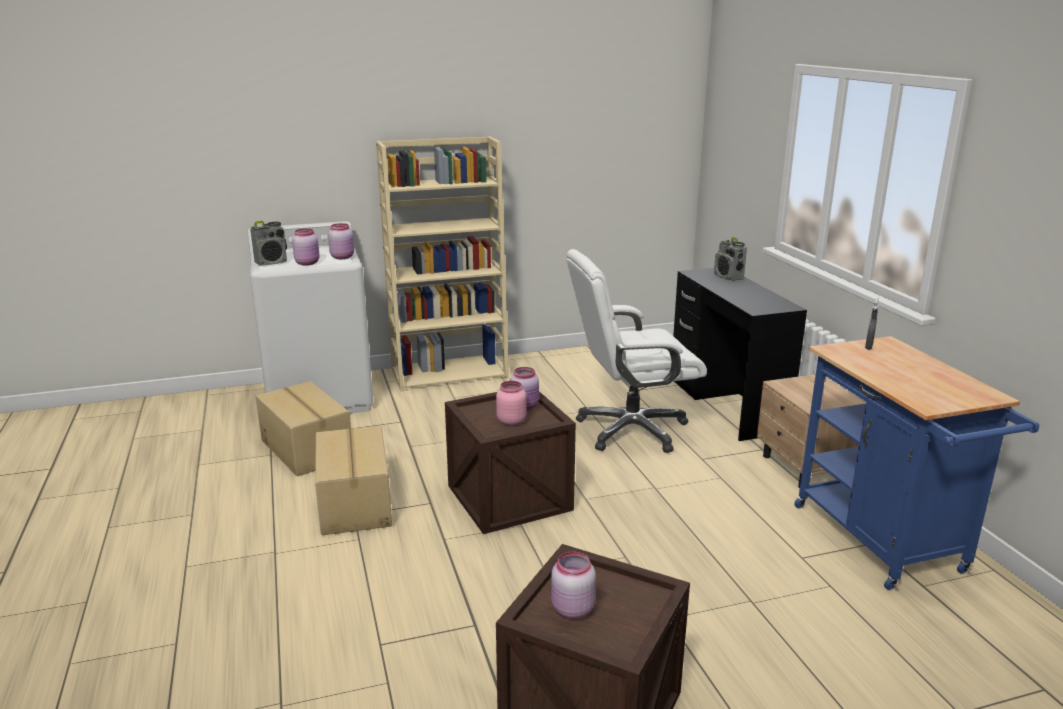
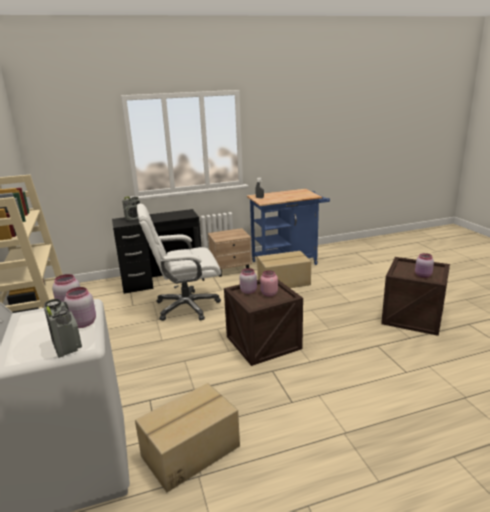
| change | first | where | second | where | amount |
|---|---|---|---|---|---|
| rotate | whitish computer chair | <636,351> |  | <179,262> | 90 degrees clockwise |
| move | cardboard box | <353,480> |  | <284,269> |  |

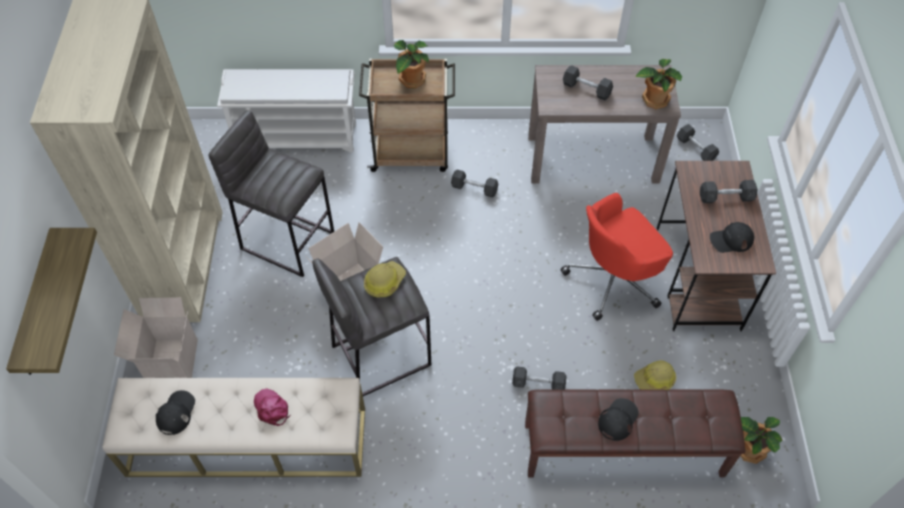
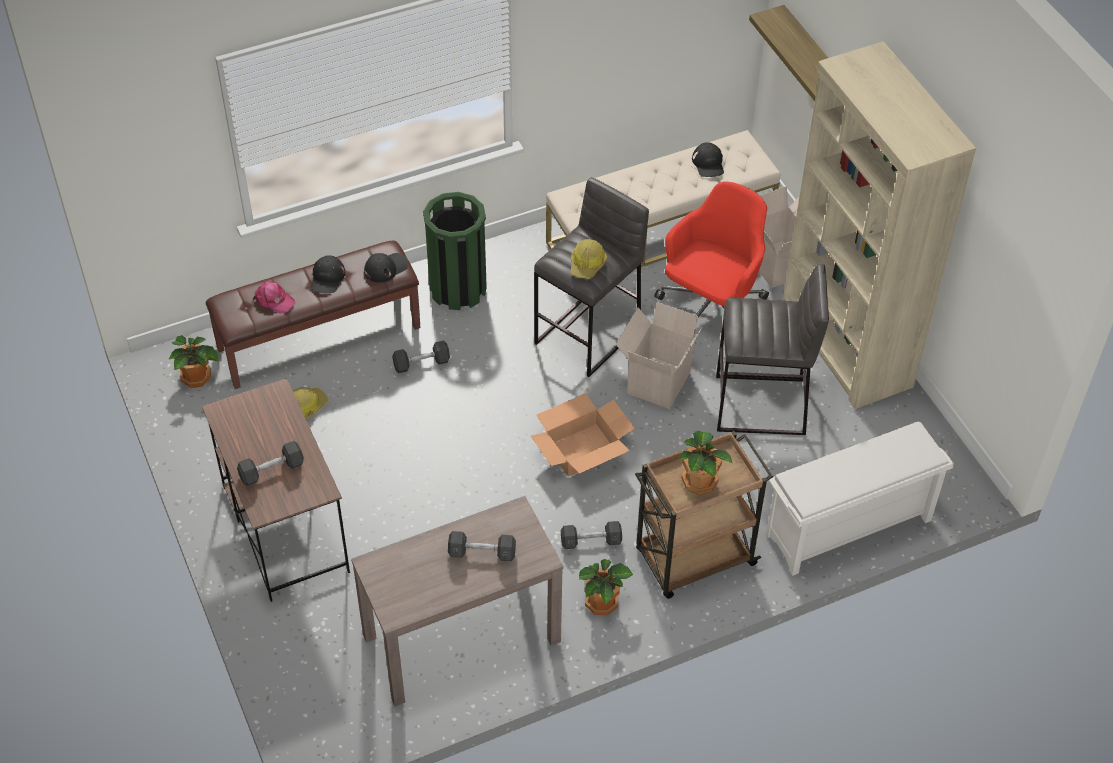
| change | first | where | second | where | amount |
|---|---|---|---|---|---|
| move | pink-coloured cap | <272,407> |  | <274,297> |  |
| move | blackish cap | <732,237> |  | <386,268> |  |
| insert |  |  | green-coloured rubbish bin | <455,251> |  |
| insert |  |  | cardboard box | <583,435> |  |
| move | houseplant | <658,84> |  | <606,587> |  |
| move | red-coloured computer chair | <616,257> |  | <711,257> |  |
| delete | grey free weight | <698,142> |  |  |  |

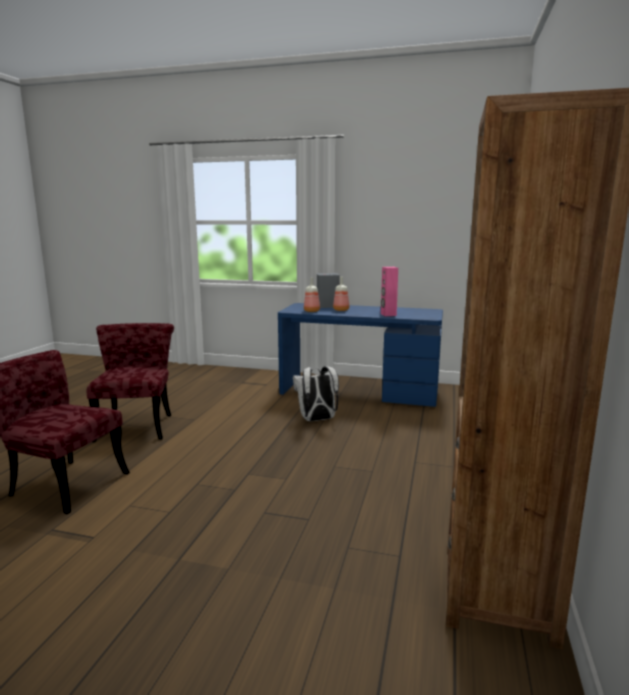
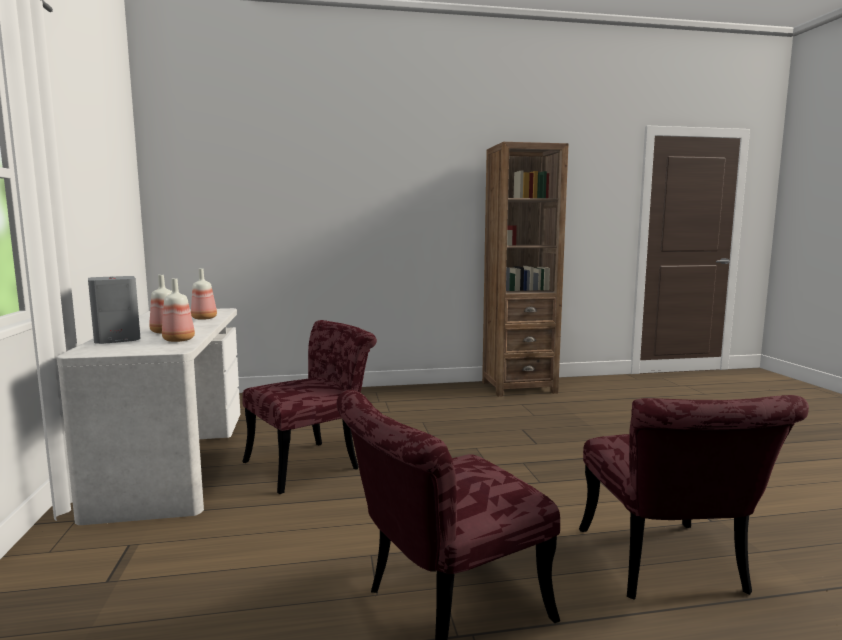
| change | first | where | second | where | amount |
|---|---|---|---|---|---|
| recolor | bluish desk table | <360,355> | whitish desk table | <148,416> |  |
| replace | pink-coloured speaker | <389,291> | bottle | <204,294> |  |
| replace | whitish backpack | <316,393> | red-coloured chair | <309,407> |  |

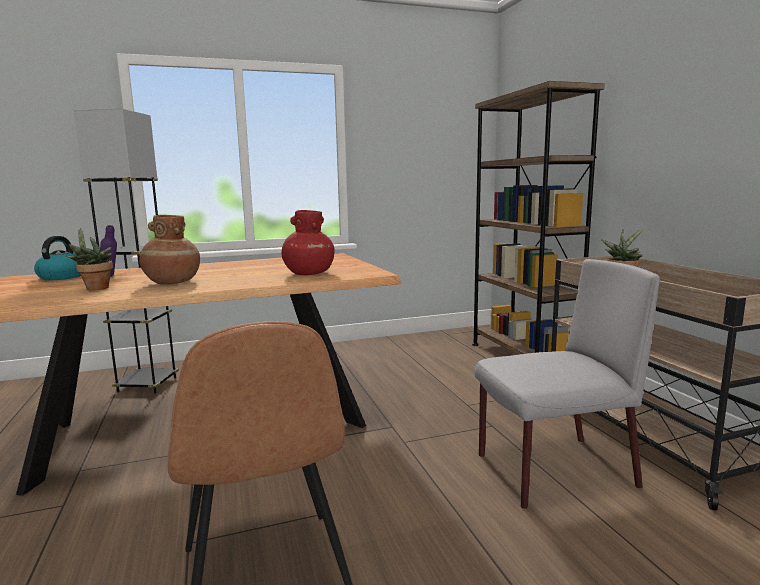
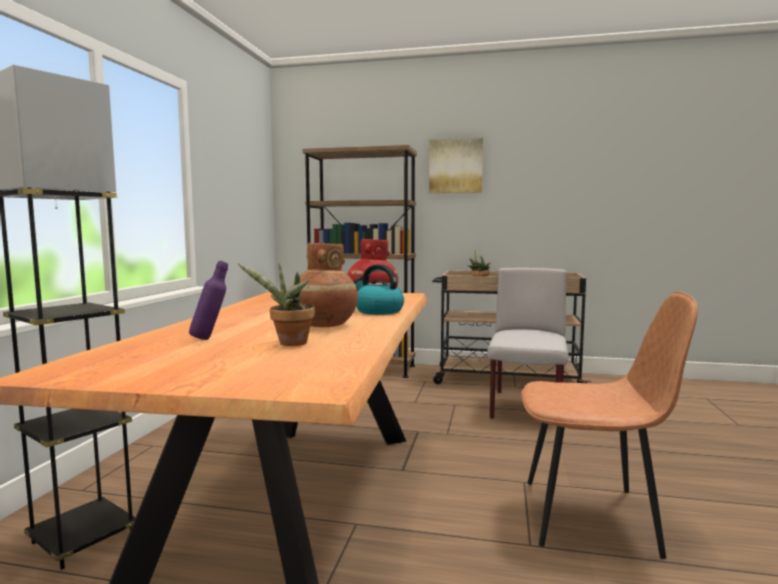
| change | first | where | second | where | amount |
|---|---|---|---|---|---|
| move | kettle | <57,258> |  | <379,289> |  |
| insert |  |  | wall art | <456,165> |  |

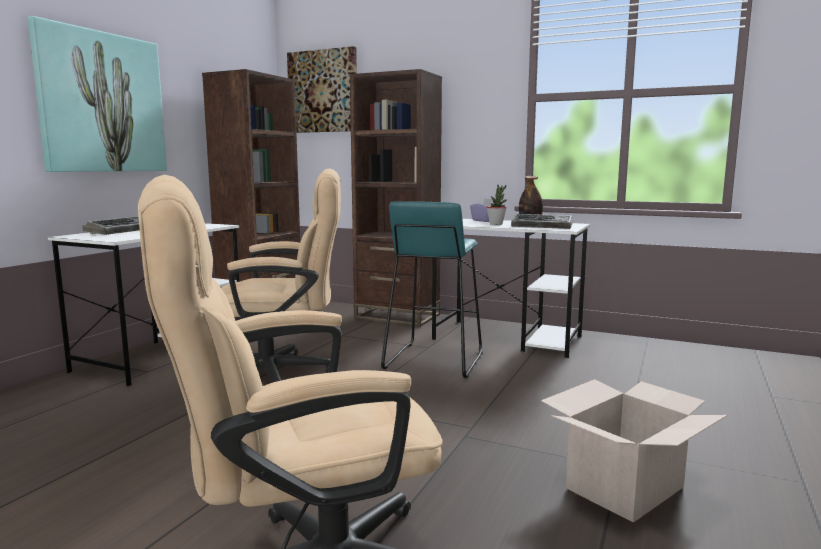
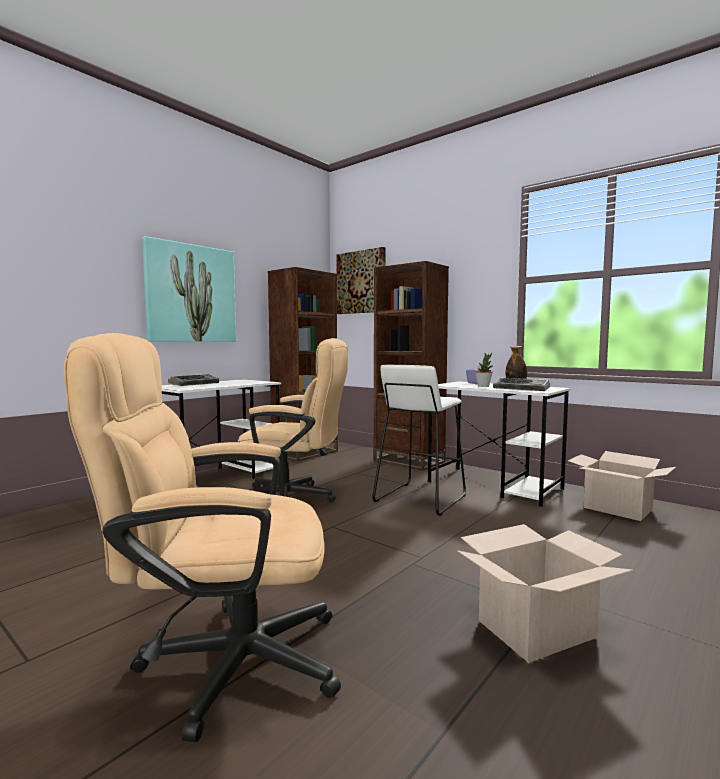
| change | first | where | second | where | amount |
|---|---|---|---|---|---|
| recolor | blue-green stool seat | <431,289> | whitish stool seat | <419,440> |  |
| insert |  |  | cardboard box | <622,486> |  |

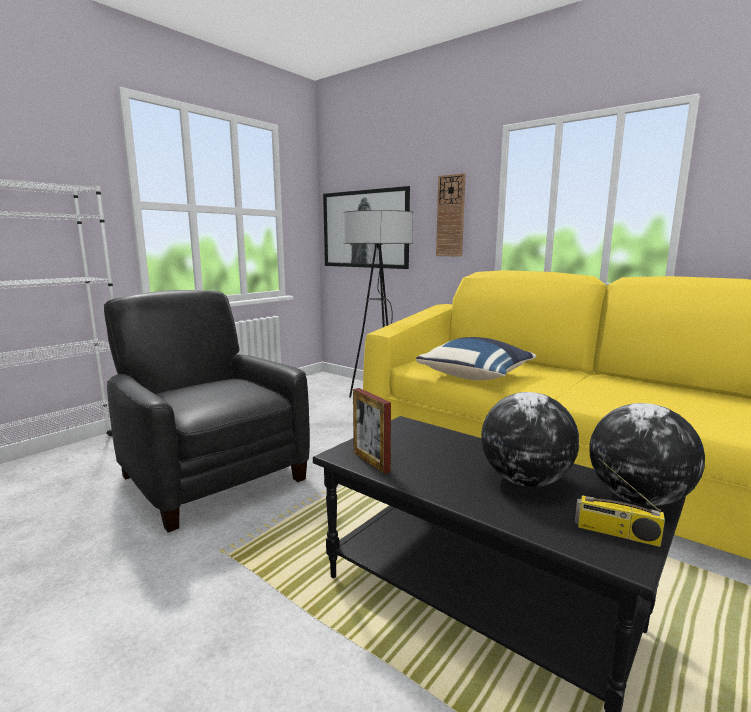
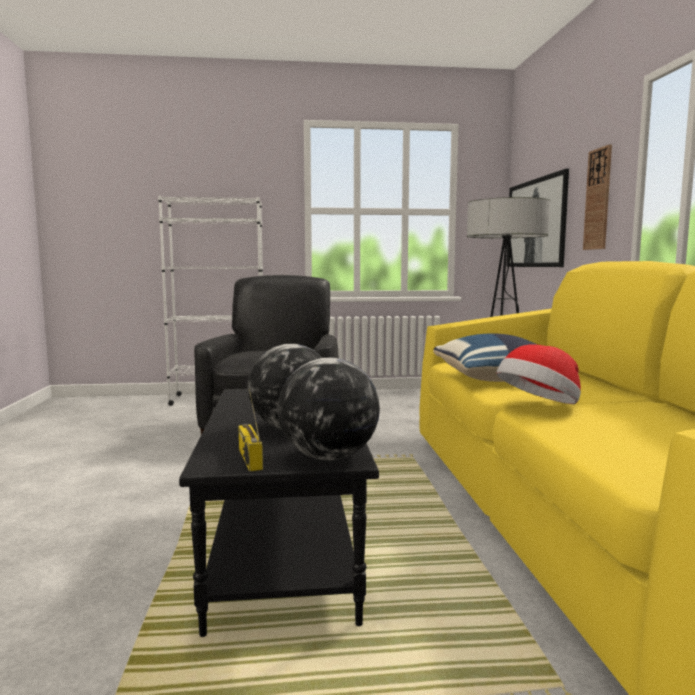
| change | first | where | second | where | amount |
|---|---|---|---|---|---|
| insert |  |  | clothing hat | <539,374> |  |
| delete | photo frame | <372,431> |  |  |  |

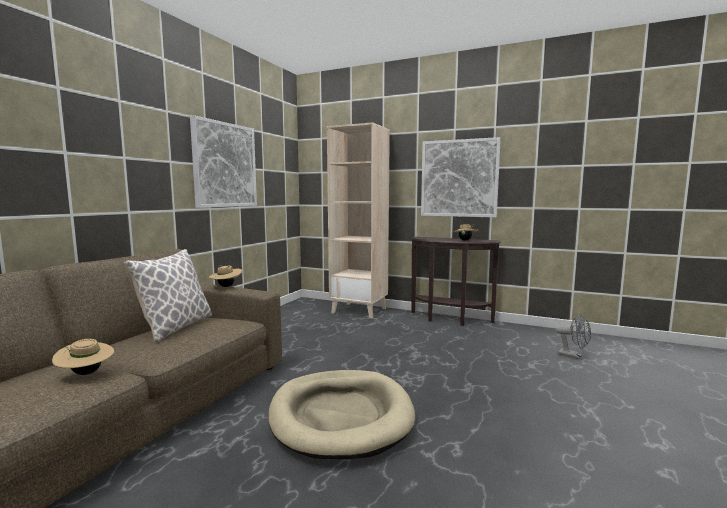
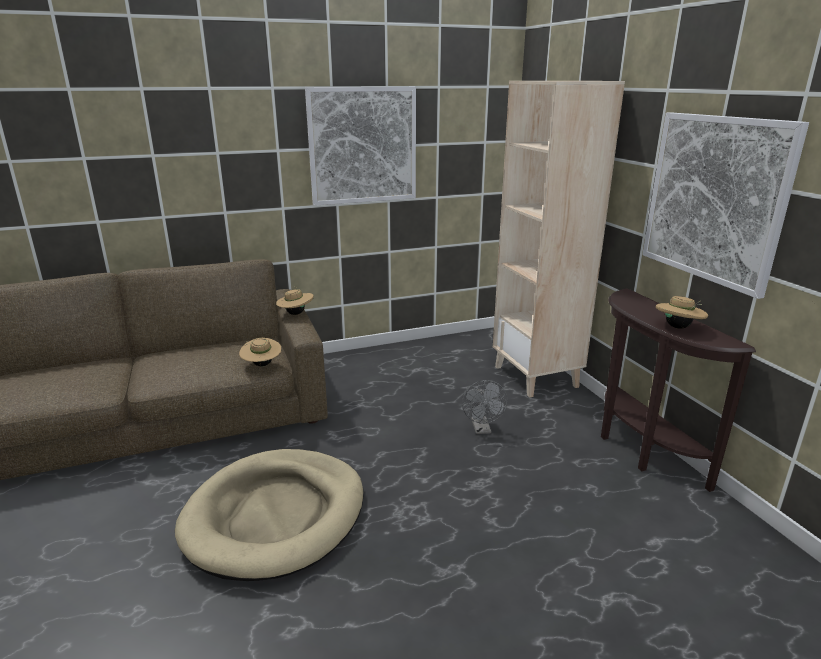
| change | first | where | second | where | amount |
|---|---|---|---|---|---|
| move | beige clothing hat | <83,357> |  | <260,352> |  |
| move | grey cooling fan | <573,336> |  | <485,407> |  |
| delete | throw pillow | <168,296> |  |  |  |

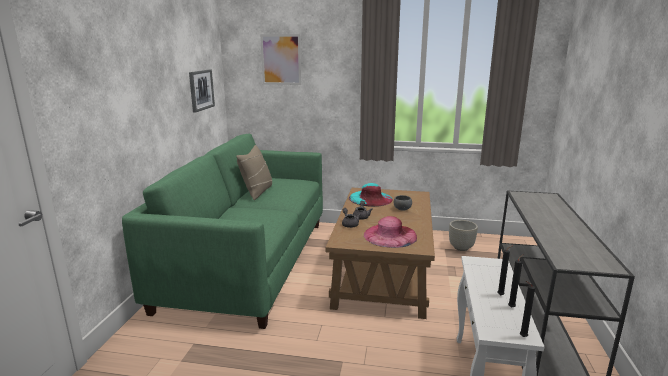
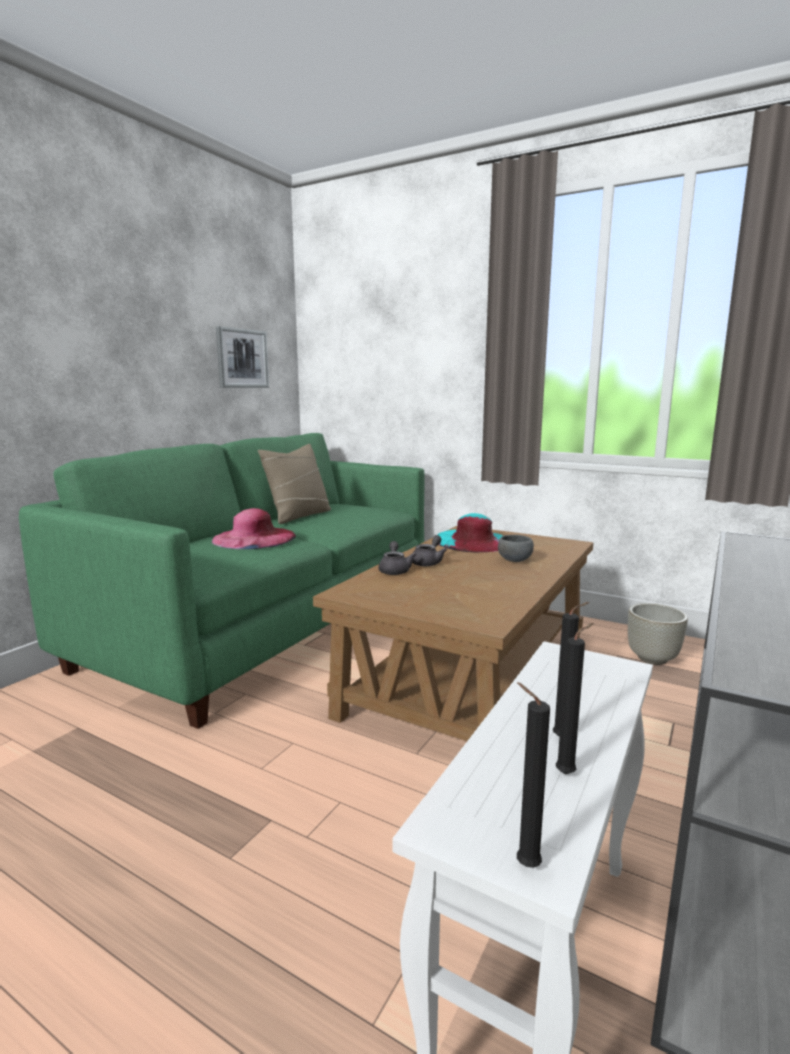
| change | first | where | second | where | amount |
|---|---|---|---|---|---|
| move | pink-coloured clothing hat | <390,232> |  | <254,528> |  |
| delete | wall art | <281,59> |  |  |  |

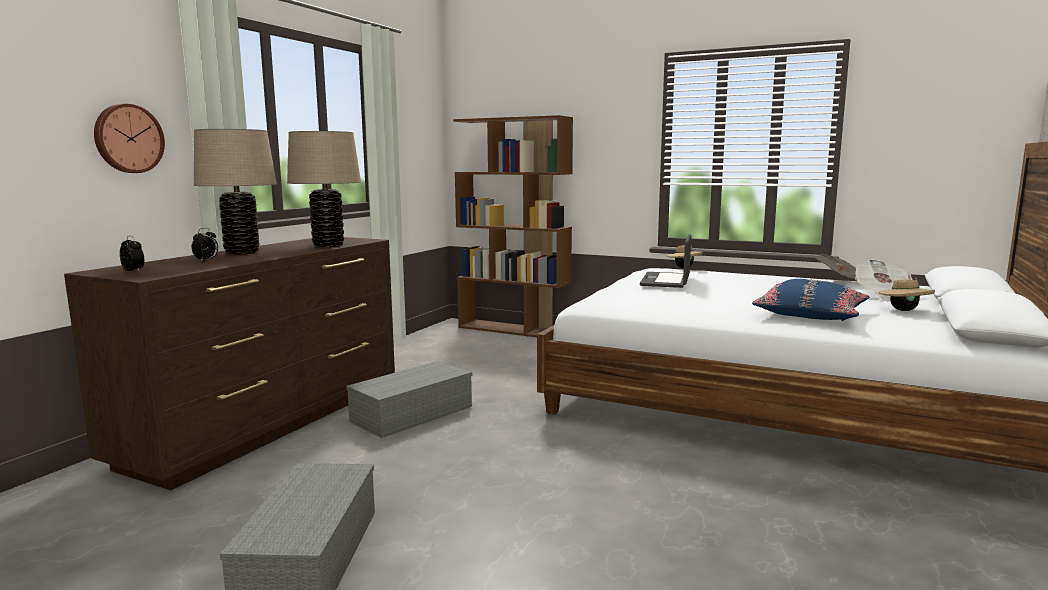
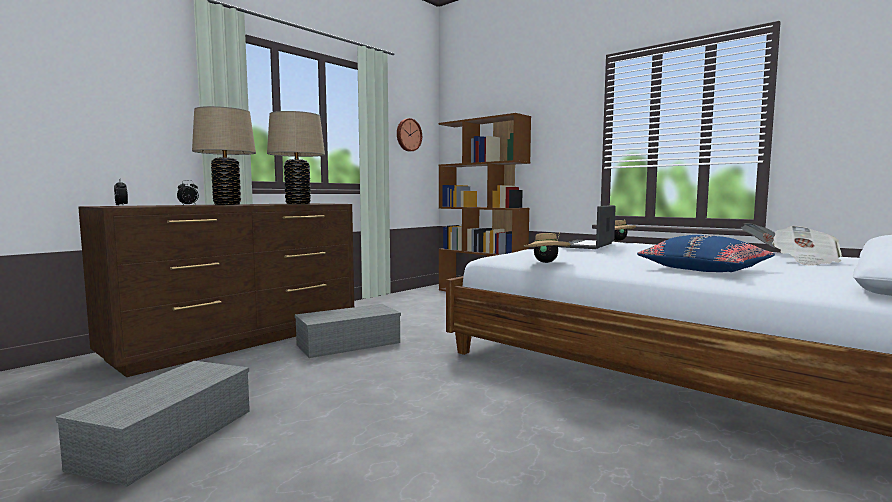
| change | first | where | second | where | amount |
|---|---|---|---|---|---|
| move | clock on the wall | <129,138> |  | <409,134> |  |
| move | beige clothing hat | <907,294> |  | <547,247> |  |

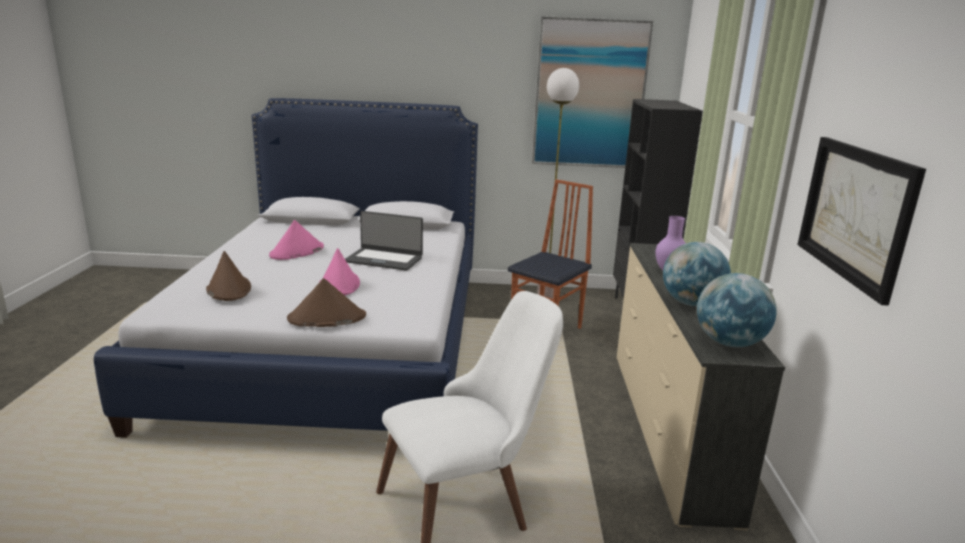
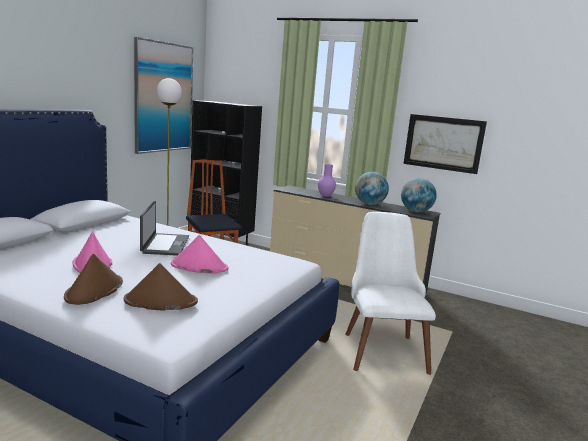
| change | first | where | second | where | amount |
|---|---|---|---|---|---|
| move | brownish clothing hat | <326,302> |  | <93,279> |  |
| rotate | laptop | <384,241> |  | <164,228> | 45 degrees counterclockwise |

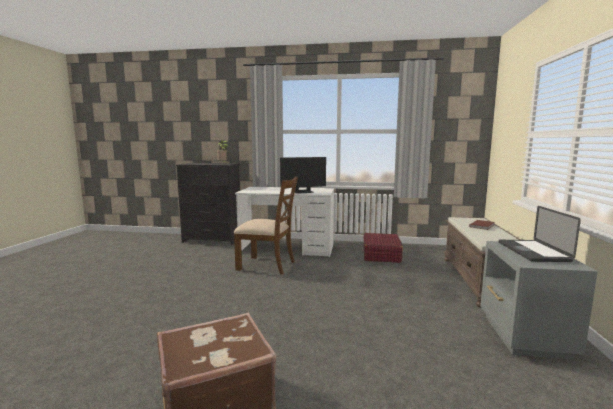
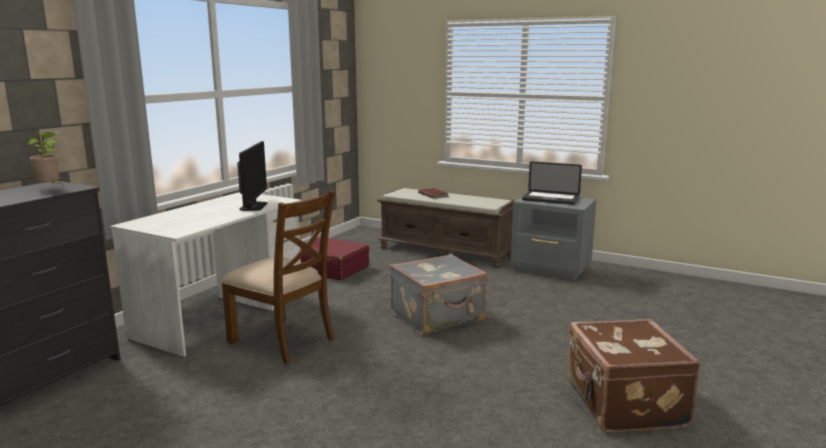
| change | first | where | second | where | amount |
|---|---|---|---|---|---|
| rotate | brownish chair | <266,225> |  | <278,277> | 90 degrees clockwise |
| insert |  |  | grey travel case | <438,294> |  |

